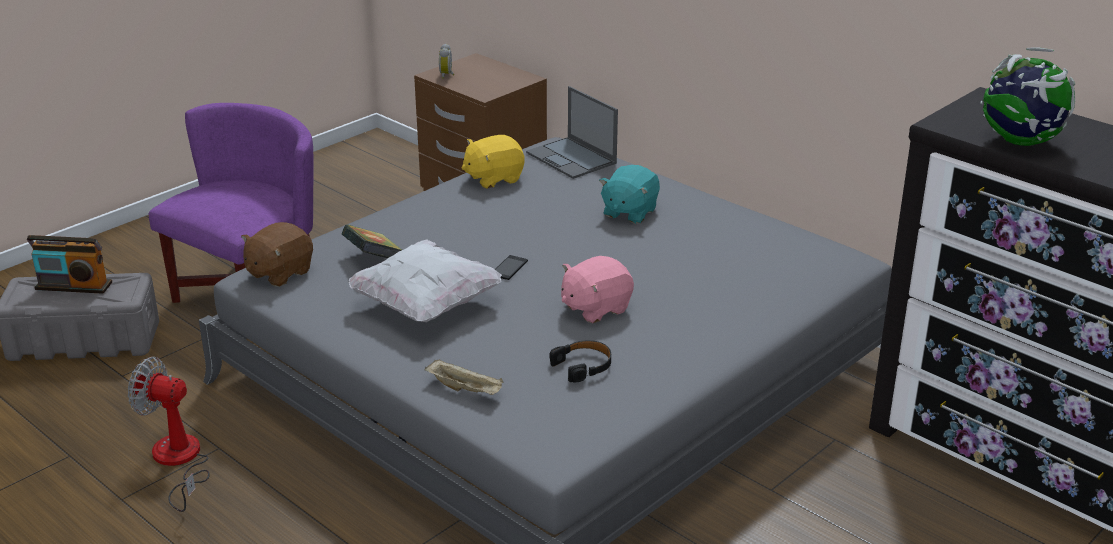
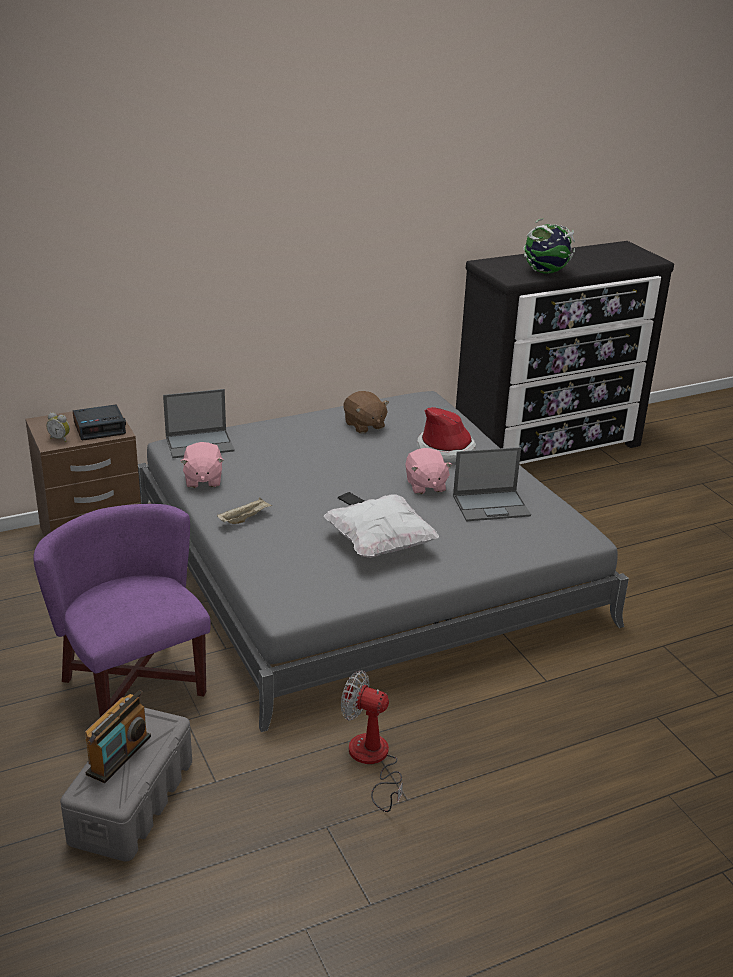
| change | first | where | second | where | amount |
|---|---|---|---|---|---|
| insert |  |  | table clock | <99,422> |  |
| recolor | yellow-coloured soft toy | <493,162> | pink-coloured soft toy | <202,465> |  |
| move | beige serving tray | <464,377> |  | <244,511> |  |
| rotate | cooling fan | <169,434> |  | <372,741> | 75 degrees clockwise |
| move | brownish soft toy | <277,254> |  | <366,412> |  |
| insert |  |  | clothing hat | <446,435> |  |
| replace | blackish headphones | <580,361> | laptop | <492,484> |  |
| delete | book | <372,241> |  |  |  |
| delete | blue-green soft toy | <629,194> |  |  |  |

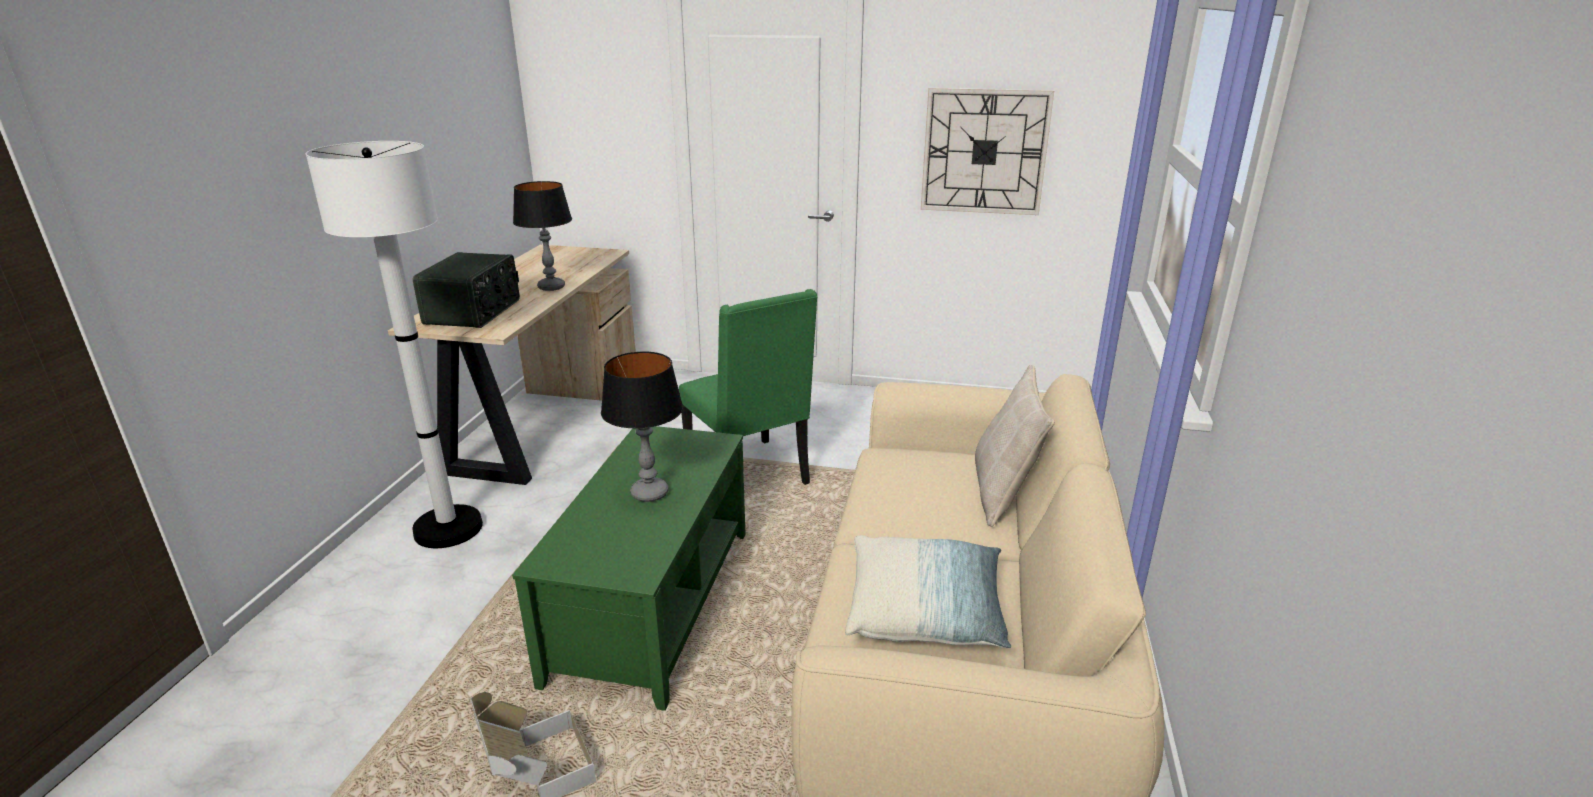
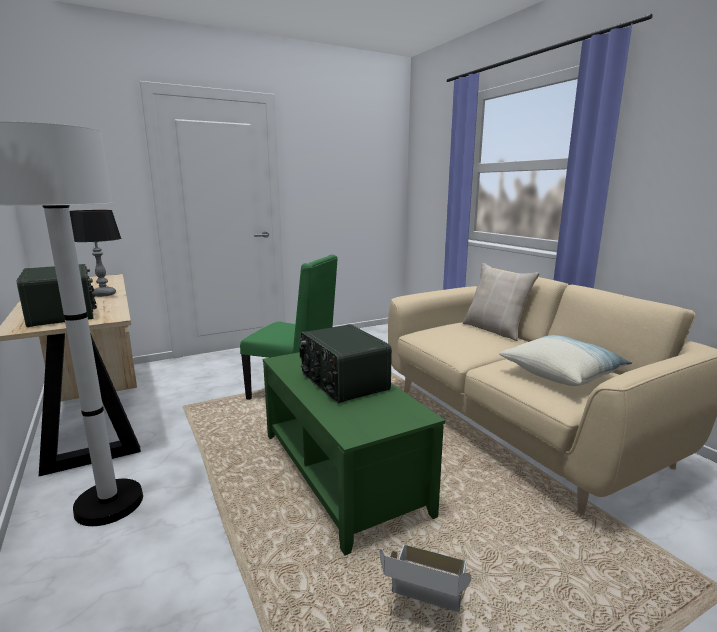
| change | first | where | second | where | amount |
|---|---|---|---|---|---|
| replace | tabletop lamp | <642,426> | radio receiver | <345,363> |  |
| delete | clock on the wall | <987,151> |  |  |  |

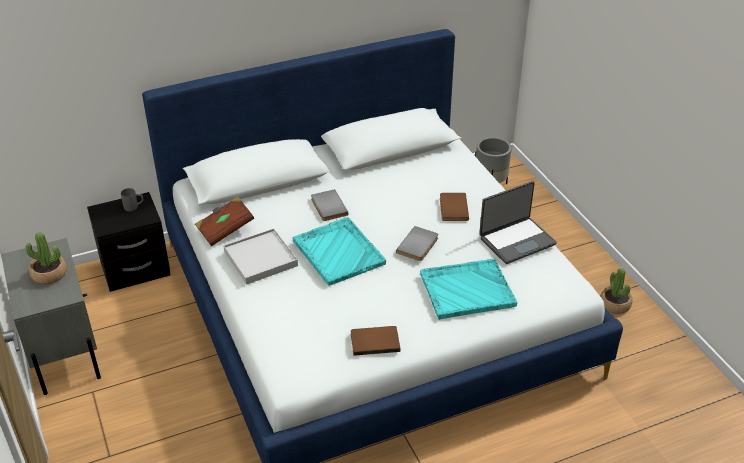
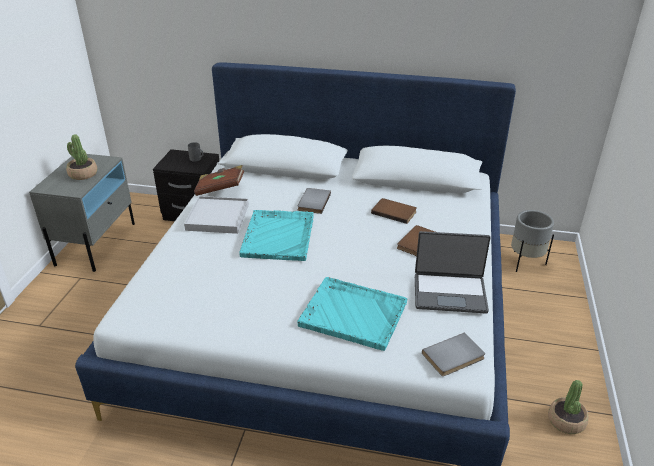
| change | first | where | second | where | amount |
|---|---|---|---|---|---|
| move | brownish book | <375,341> |  | <394,211> |  |
| move | grey book | <417,243> |  | <453,354> |  |

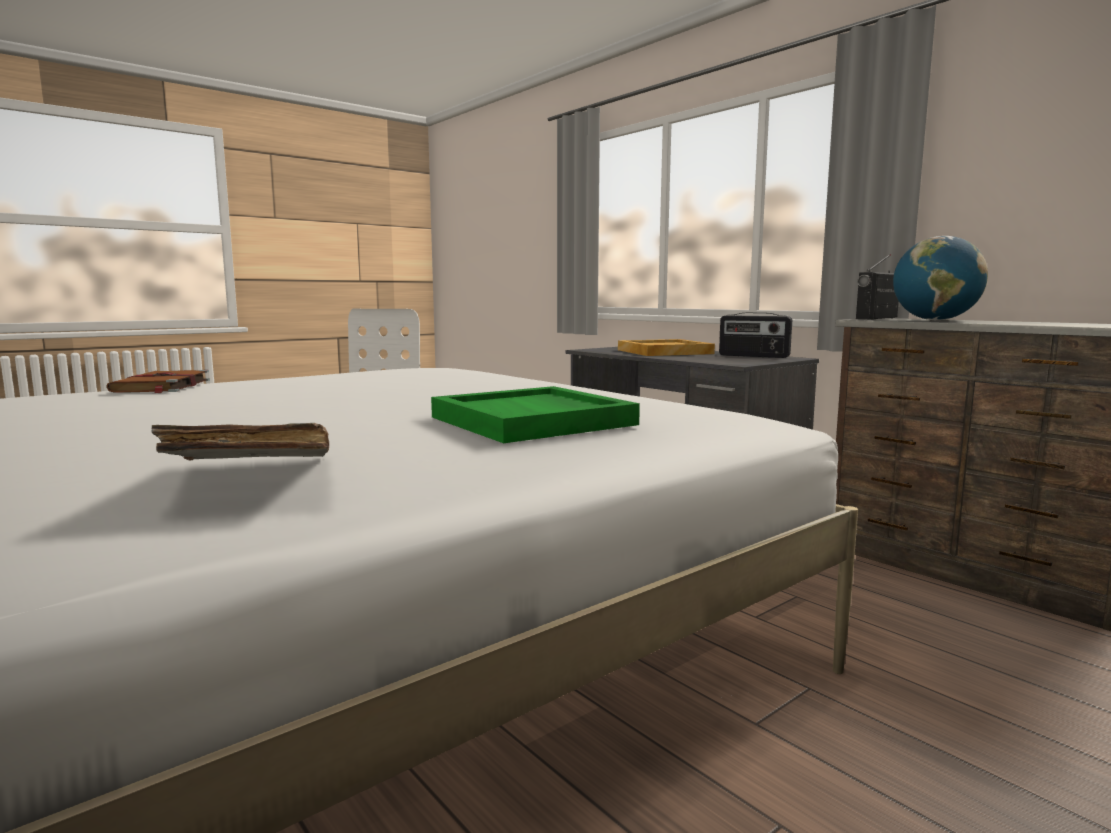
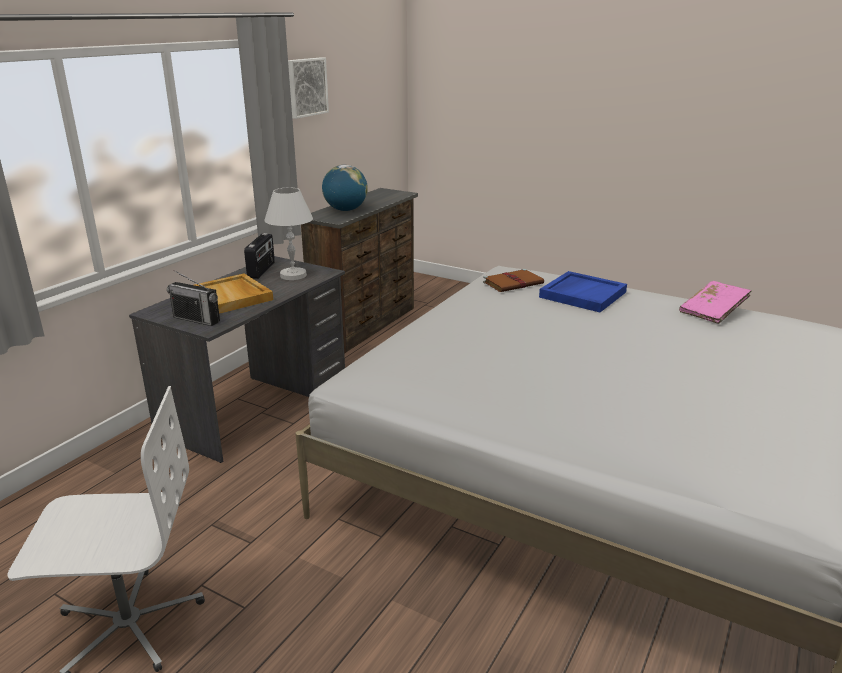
| change | first | where | second | where | amount |
|---|---|---|---|---|---|
| move | radio receiver | <877,287> |  | <193,298> |  |
| insert |  |  | whitish tabletop lamp | <288,233> |  |
| insert |  |  | wall art | <308,88> |  |
| move | brownish book | <158,381> |  | <513,280> |  |
| recolor | green-coloured serving tray | <535,414> | bluish serving tray | <583,291> |  |
| recolor | grey book | <240,442> | pink-coloured book | <715,302> |  |

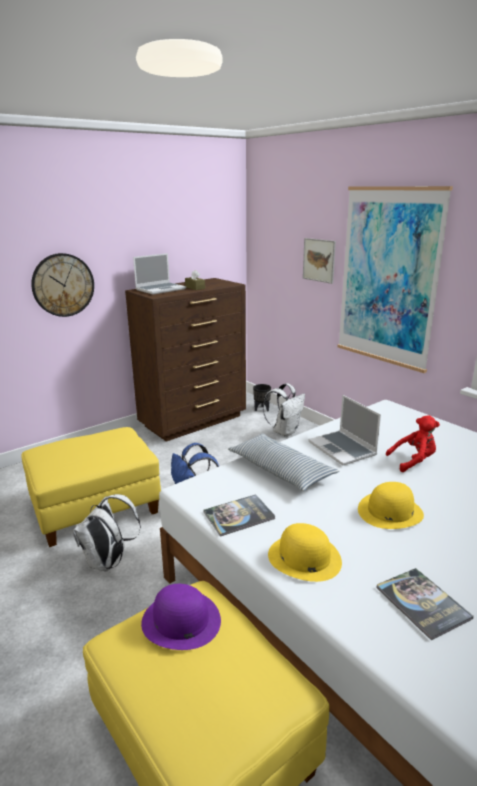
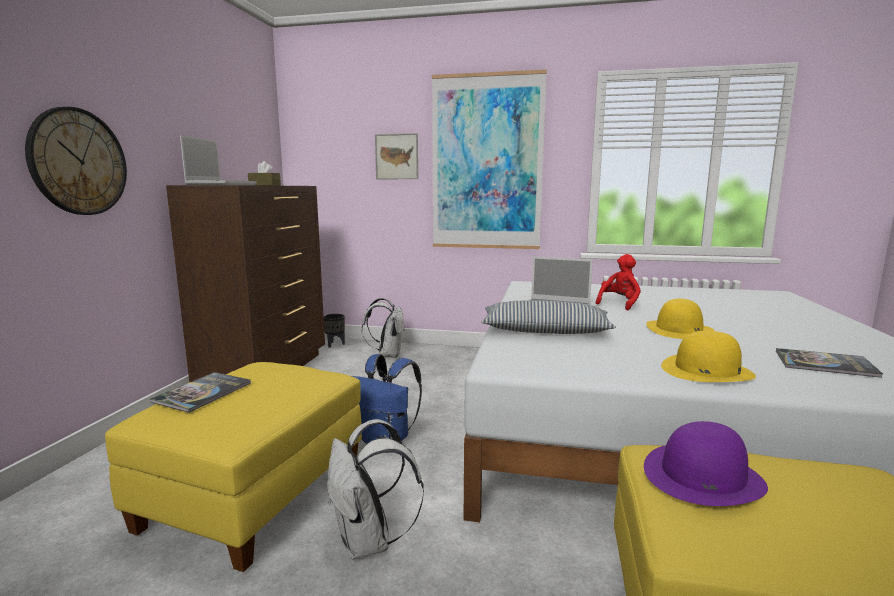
| change | first | where | second | where | amount |
|---|---|---|---|---|---|
| move | book | <239,515> |  | <200,392> |  |

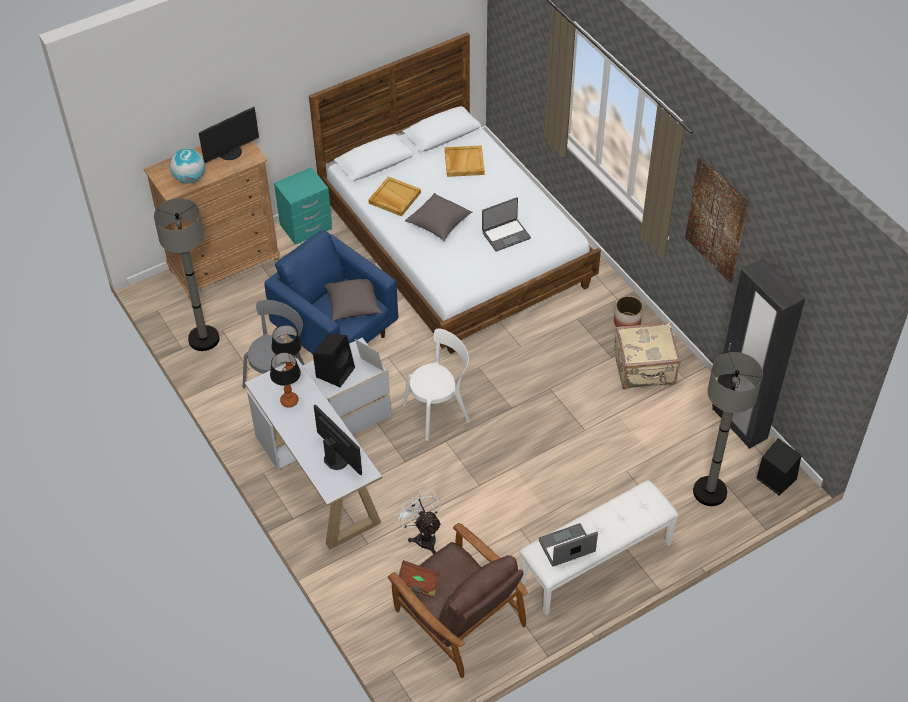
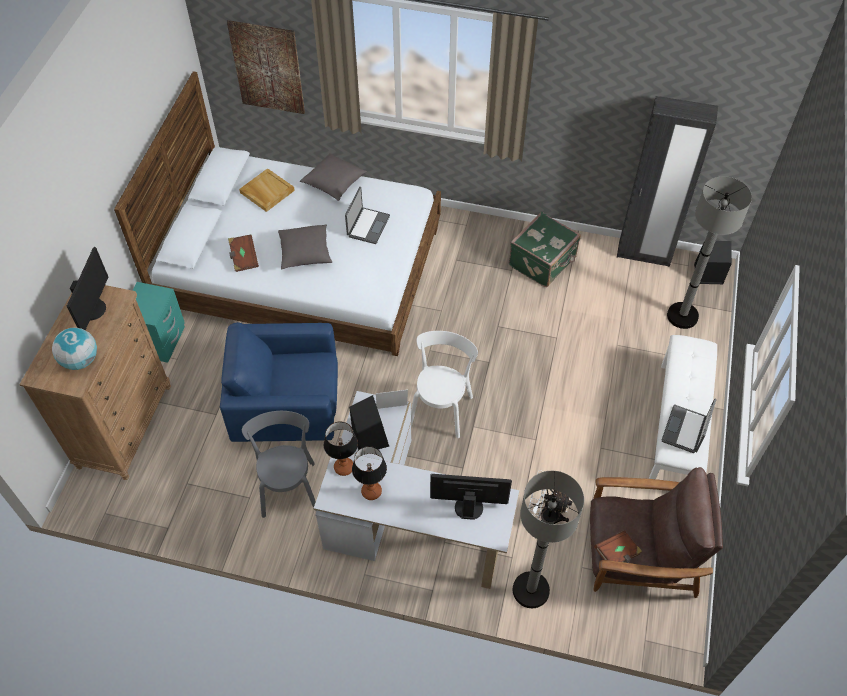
| change | first | where | second | where | amount |
|---|---|---|---|---|---|
| move | wall art | <717,220> |  | <266,67> |  |
| replace | beige serving tray | <394,197> | brownish book | <243,253> |  |
| move | grey throw pillow | <353,300> |  | <333,177> |  |
| recolor | beige travel case | <647,355> | green-coloured travel case | <545,249> |  |
| move | grey floor lamp | <187,274> |  | <548,539> |  |
| delete | flower pot | <628,311> |  |  |  |

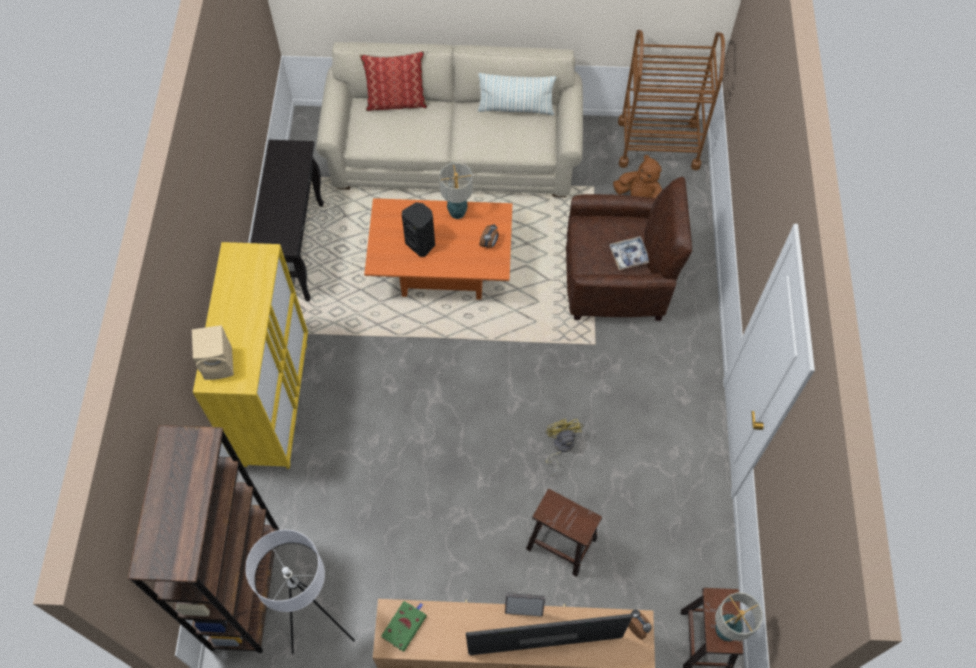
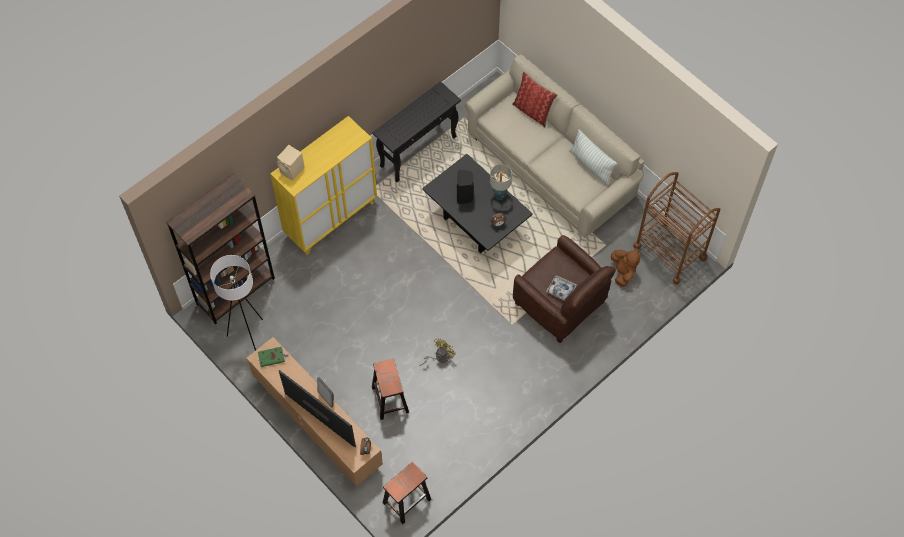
| change | first | where | second | where | amount |
|---|---|---|---|---|---|
| recolor | orange-coloured lounge table | <438,249> | blackish lounge table | <477,203> |  |
| delete | tabletop lamp | <739,616> |  |  |  |

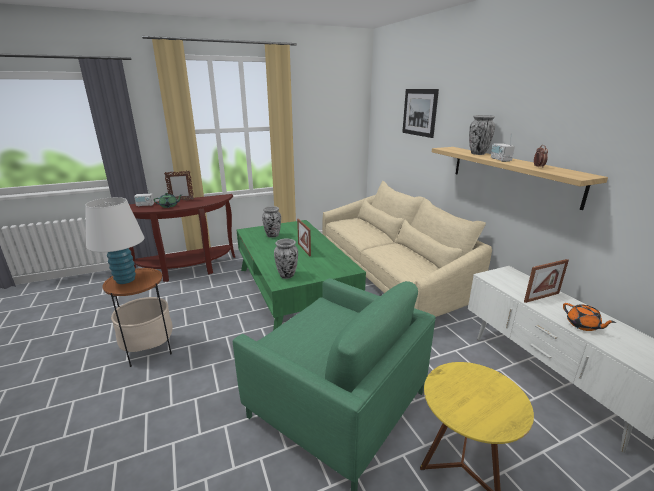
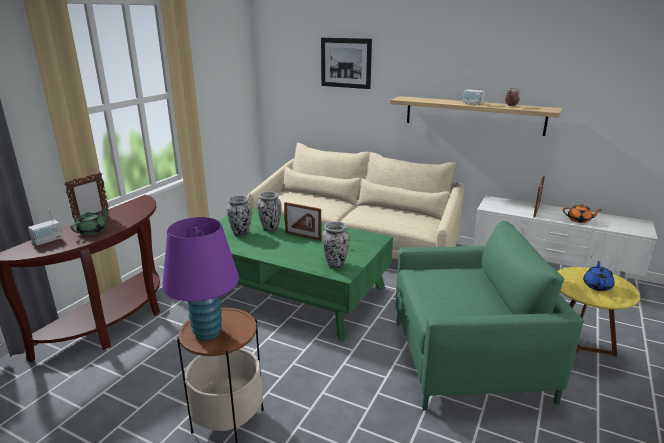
| change | first | where | second | where | amount |
|---|---|---|---|---|---|
| recolor | whitish tabletop lamp | <114,240> | purple-coloured tabletop lamp | <200,279> |  |
| move | flower vase | <482,135> |  | <269,212> |  |
| insert |  |  | bluish tea pot | <599,276> |  |

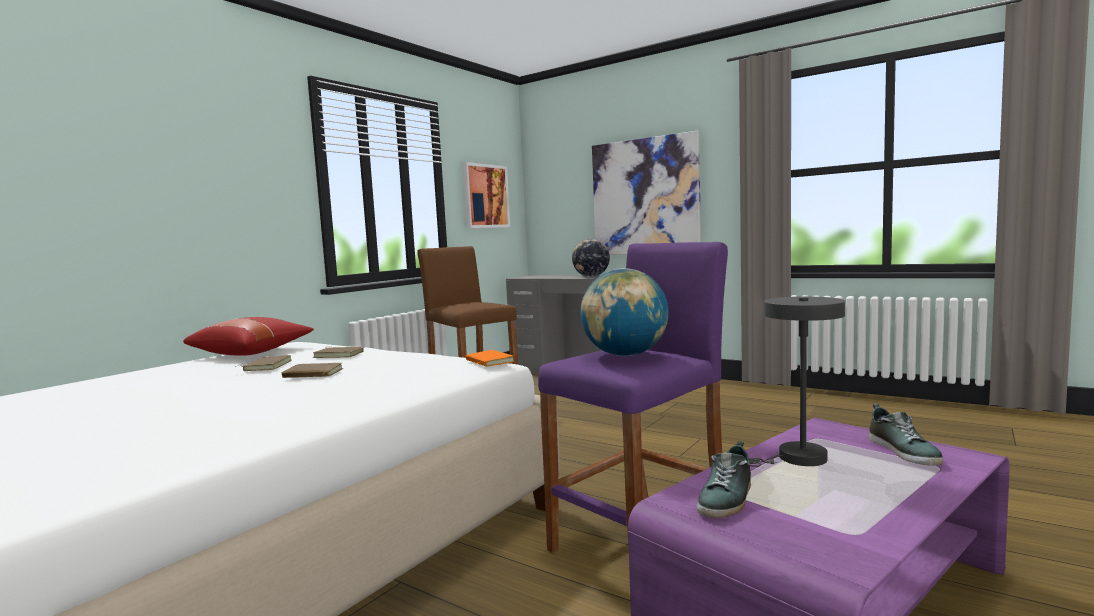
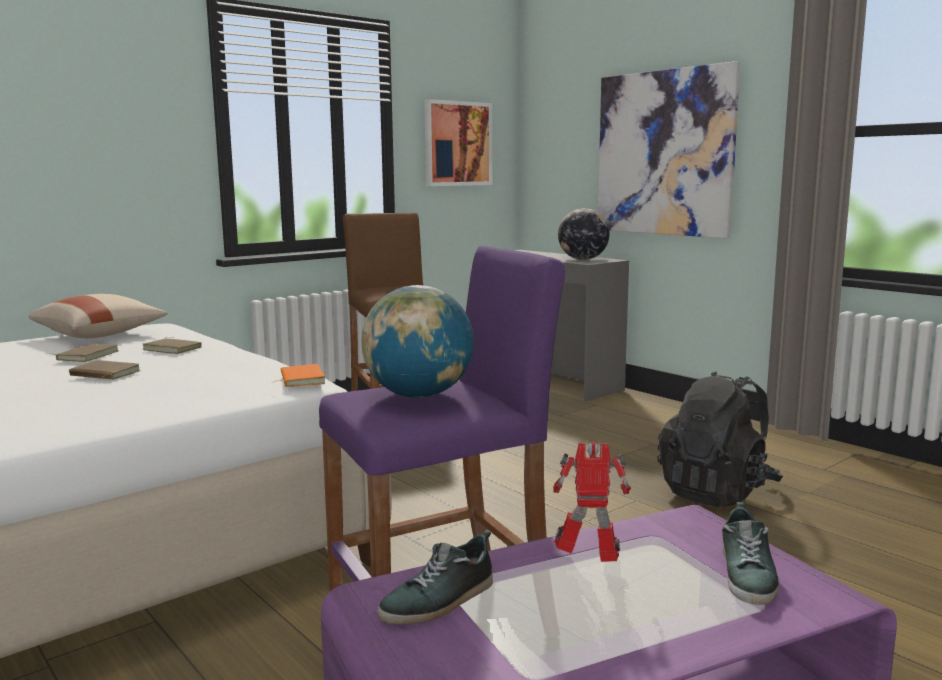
| change | first | where | second | where | amount |
|---|---|---|---|---|---|
| recolor | red-coloured throw pillow | <248,336> | beige throw pillow | <98,316> |  |
| replace | grey tabletop lamp | <797,382> | model robot | <592,502> |  |
| insert |  |  | blackish backpack | <720,439> |  |

